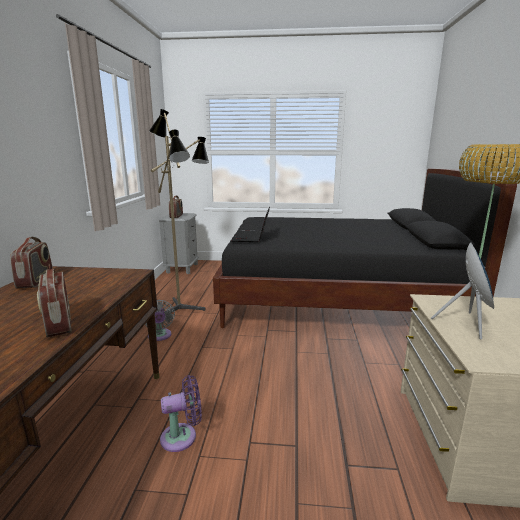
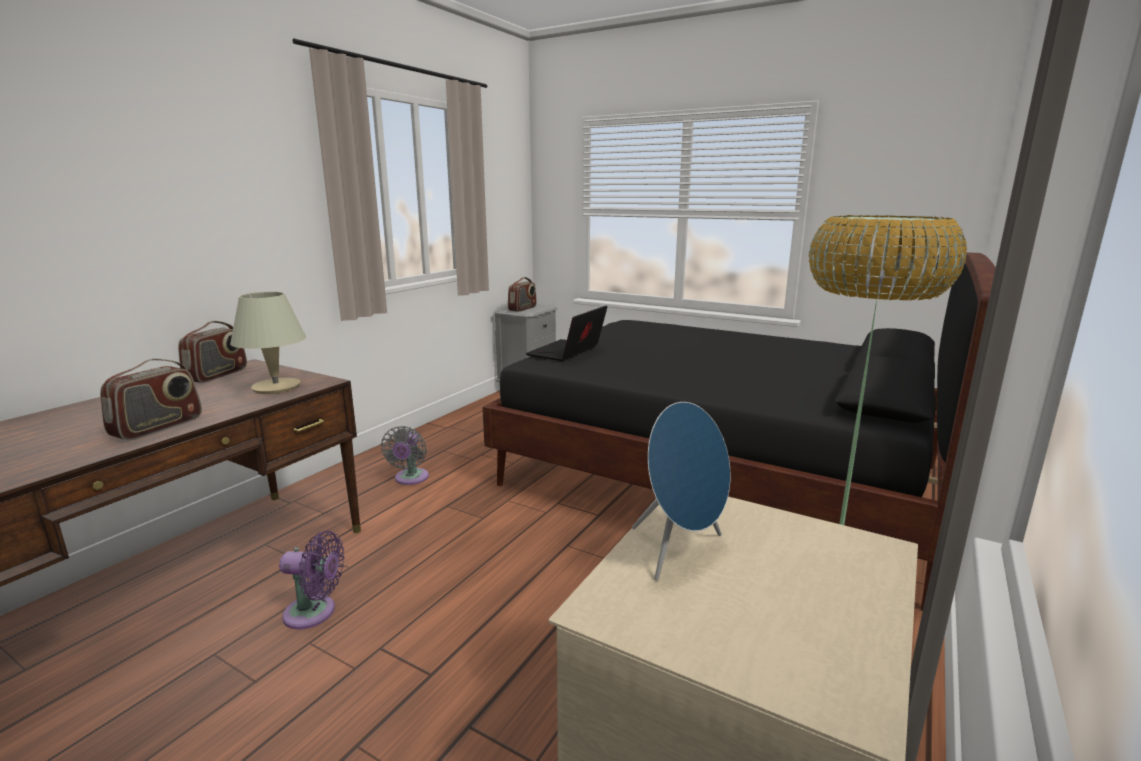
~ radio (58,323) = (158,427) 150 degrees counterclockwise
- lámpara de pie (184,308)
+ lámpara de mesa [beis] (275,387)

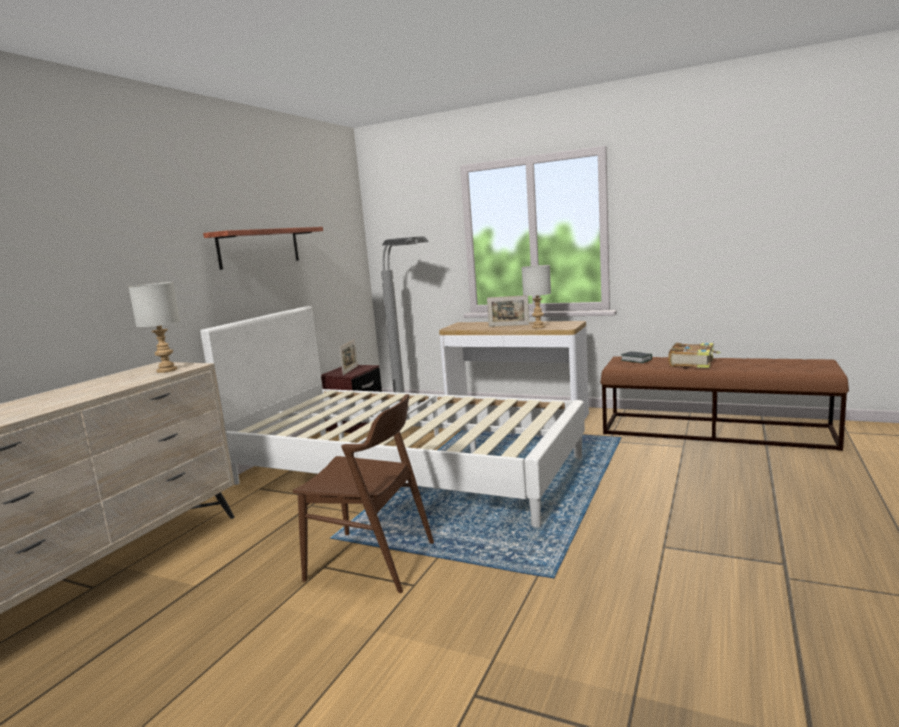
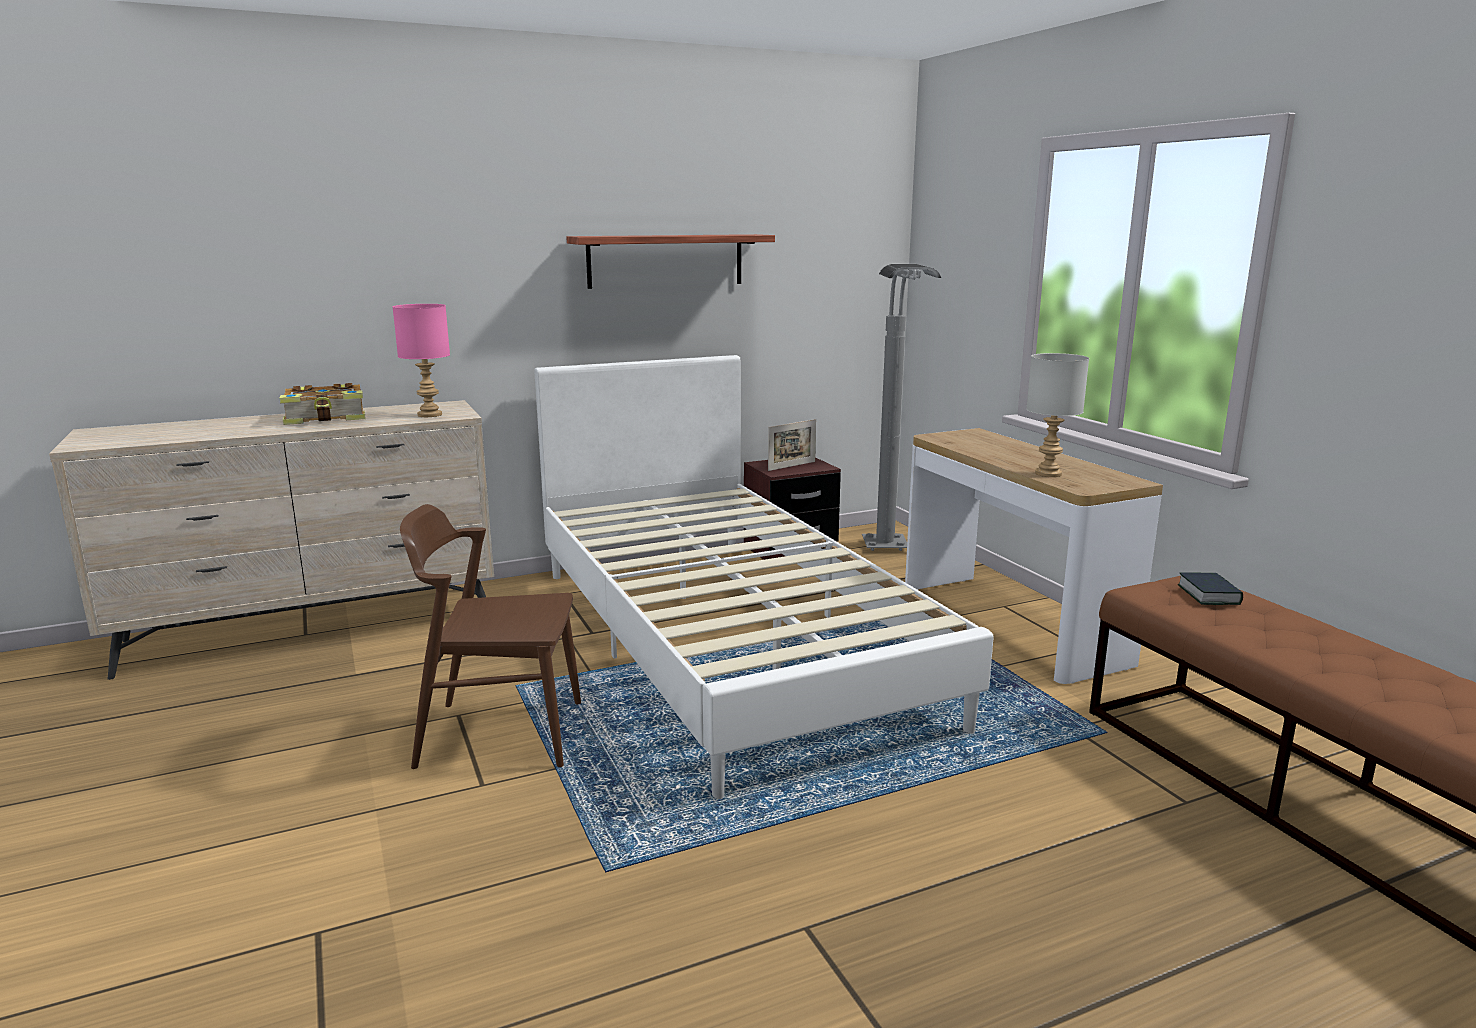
~ lámpara de mesa [gris] (166,370) to lámpara de mesa [rosa] (429,414)
~ silla [marrón] (371,561) = (500,733) 120 degrees clockwise
- portarretratos (508,325)
~ libro (692,363) to (327,417)

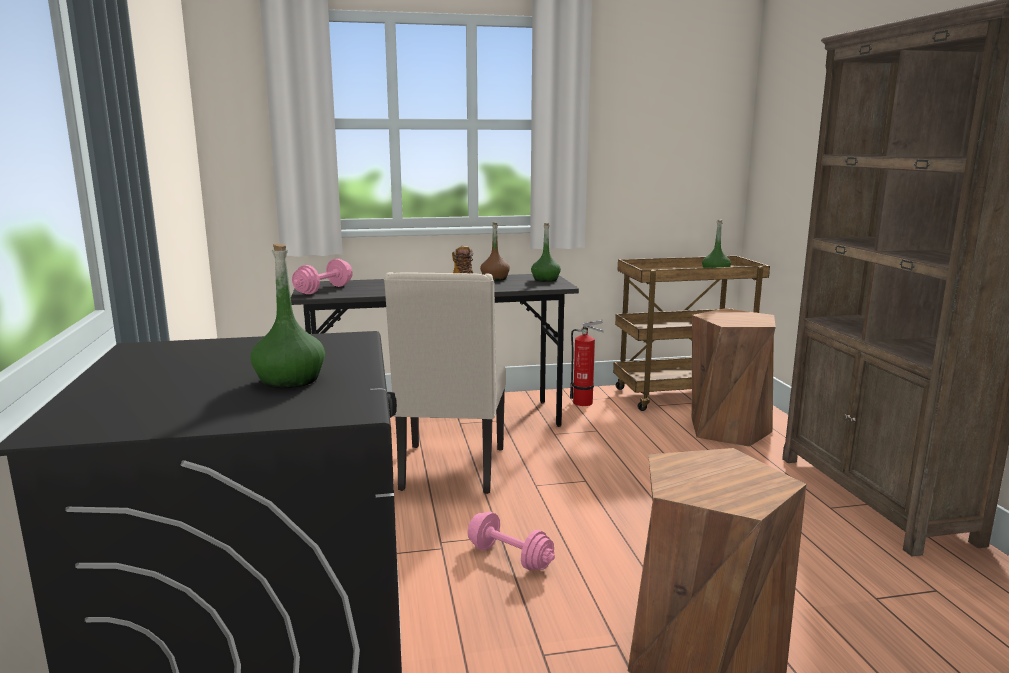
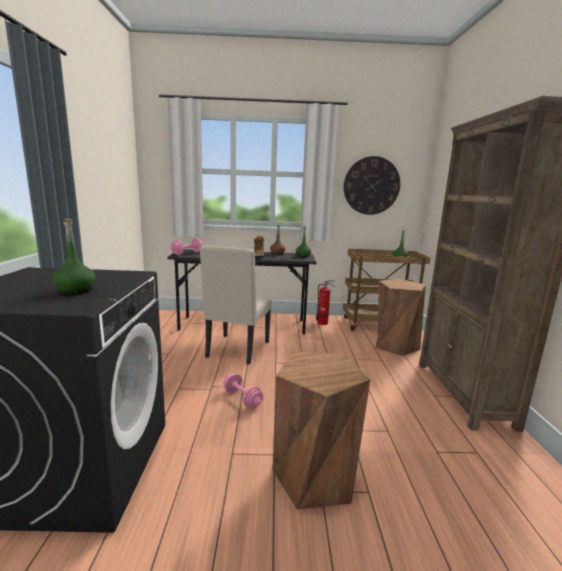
+ reloj de pared (371,186)

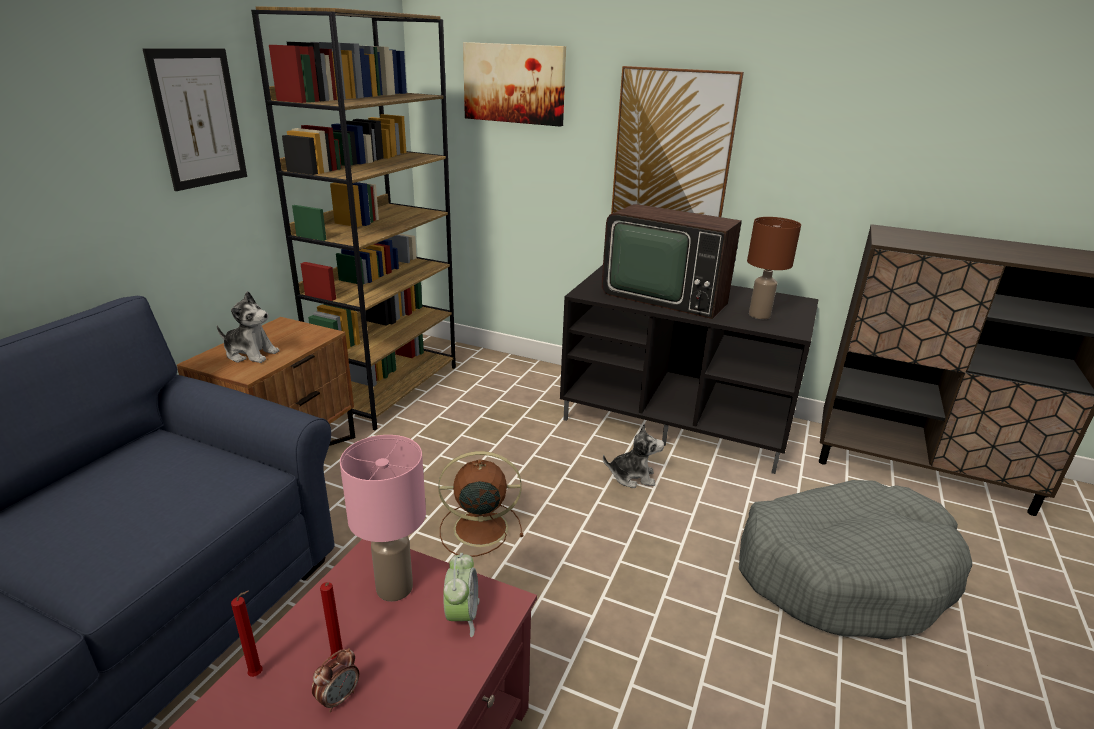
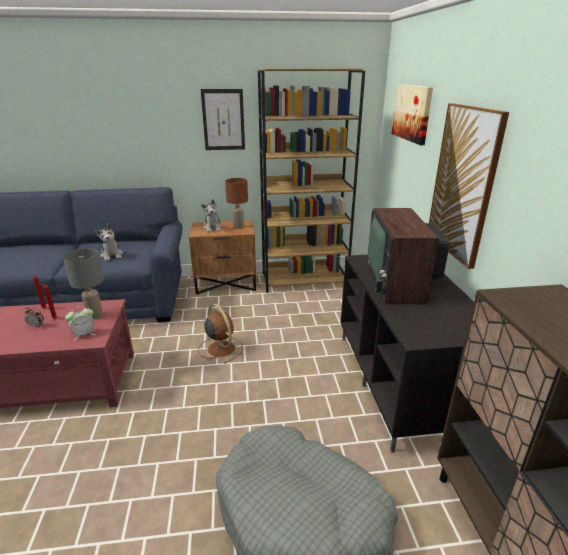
~ lámpara de mesa [rosa] (393,588) to lámpara de mesa [gris] (94,315)
~ peluche (632,476) to (112,255)
~ lámpara de mesa [marrón] (759,315) to (238,227)

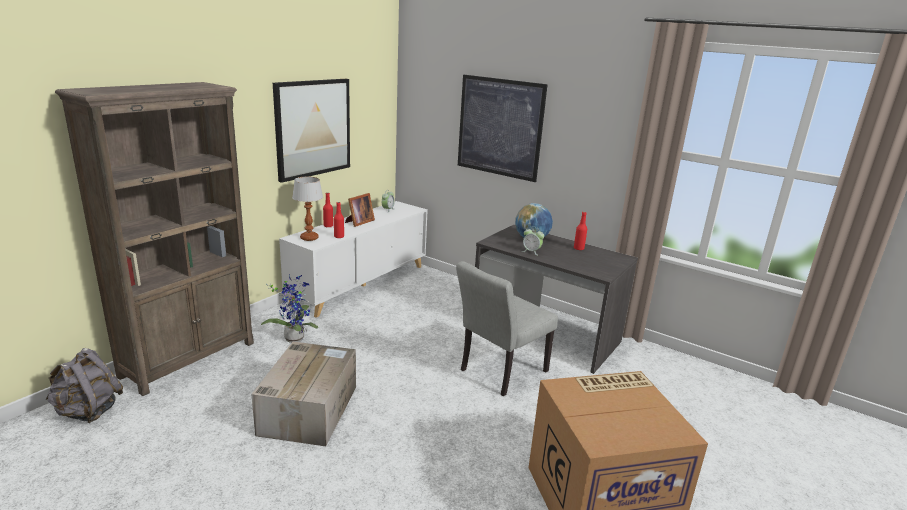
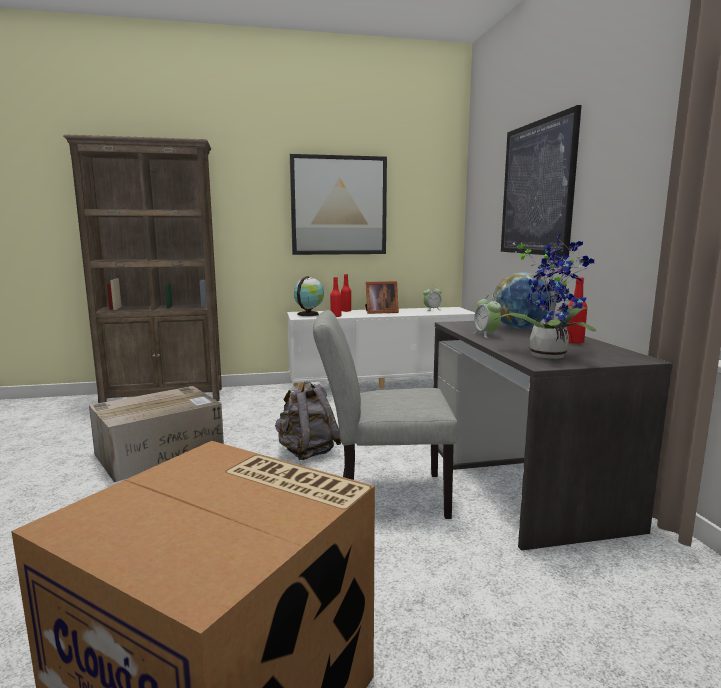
~ mochila [gris] (88,411) to (307,452)
~ planta en maceta (294,337) to (549,354)
~ lámpara de mesa (309,238) to globo terráqueo (309,314)

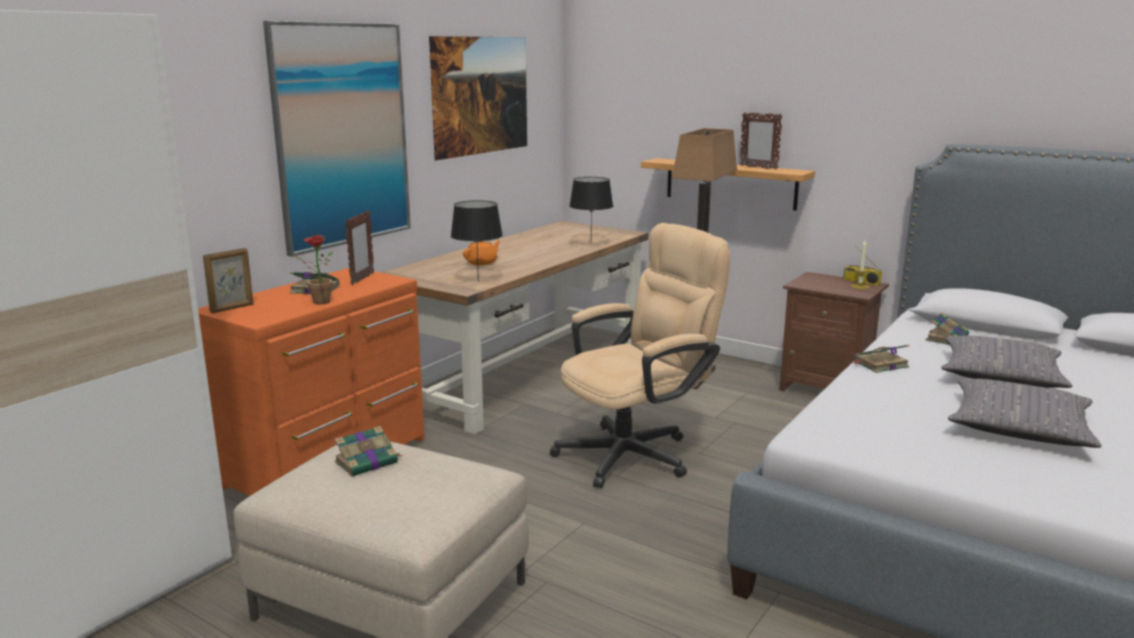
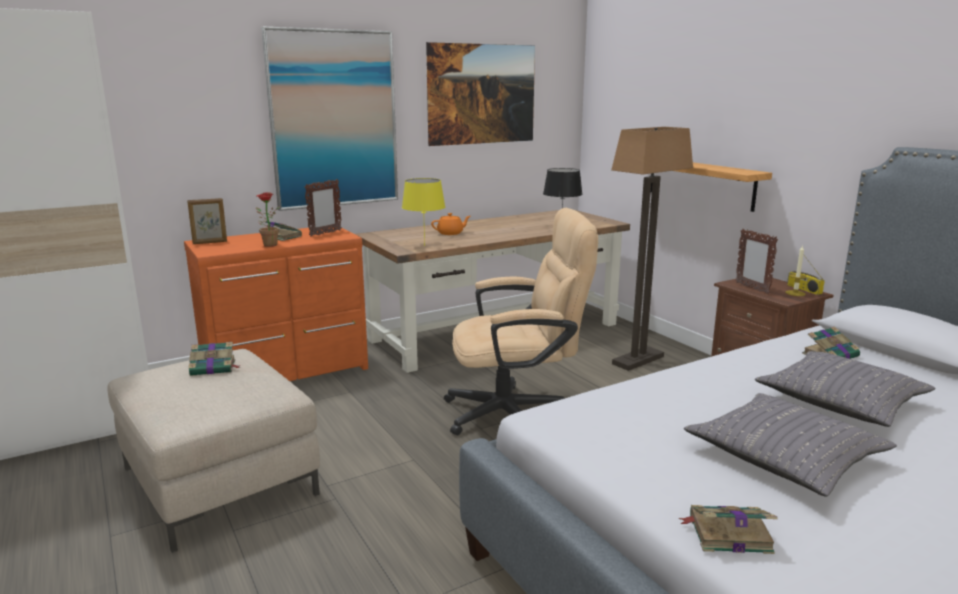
~ lámpara de mesa [negro] (477,281) to lámpara de mesa [amarillo] (424,245)
~ portarretratos (758,167) to (752,288)
~ libro (879,364) to (727,534)

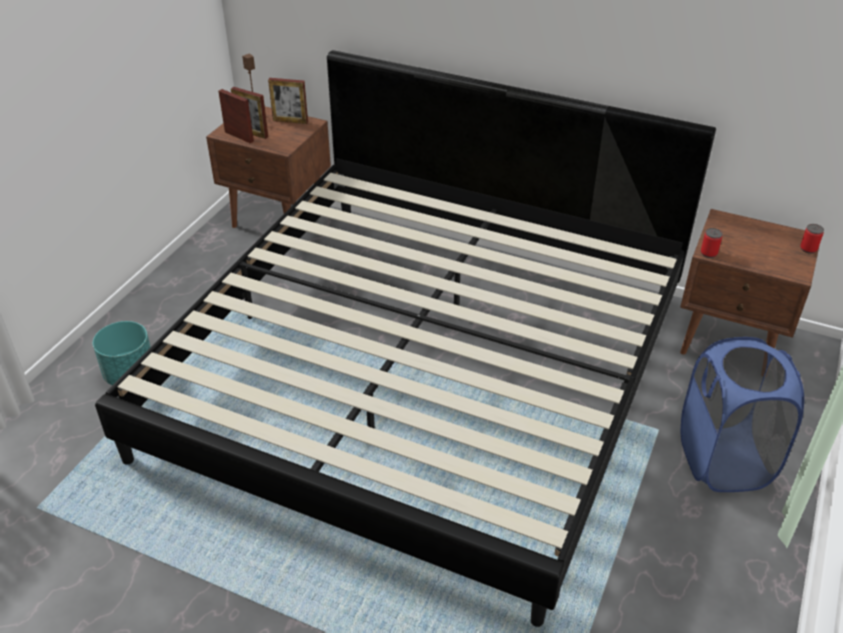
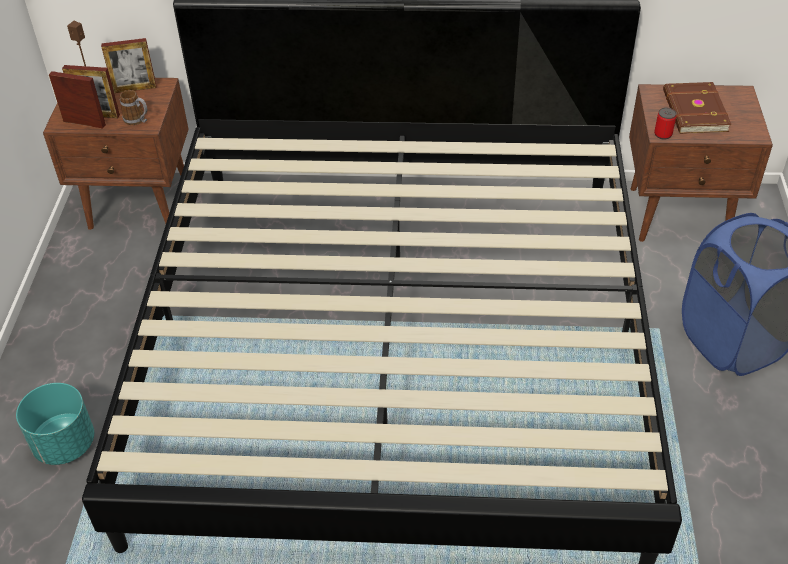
- lata (808,249)
+ taza grande (138,120)
+ libro [marrón] (693,111)

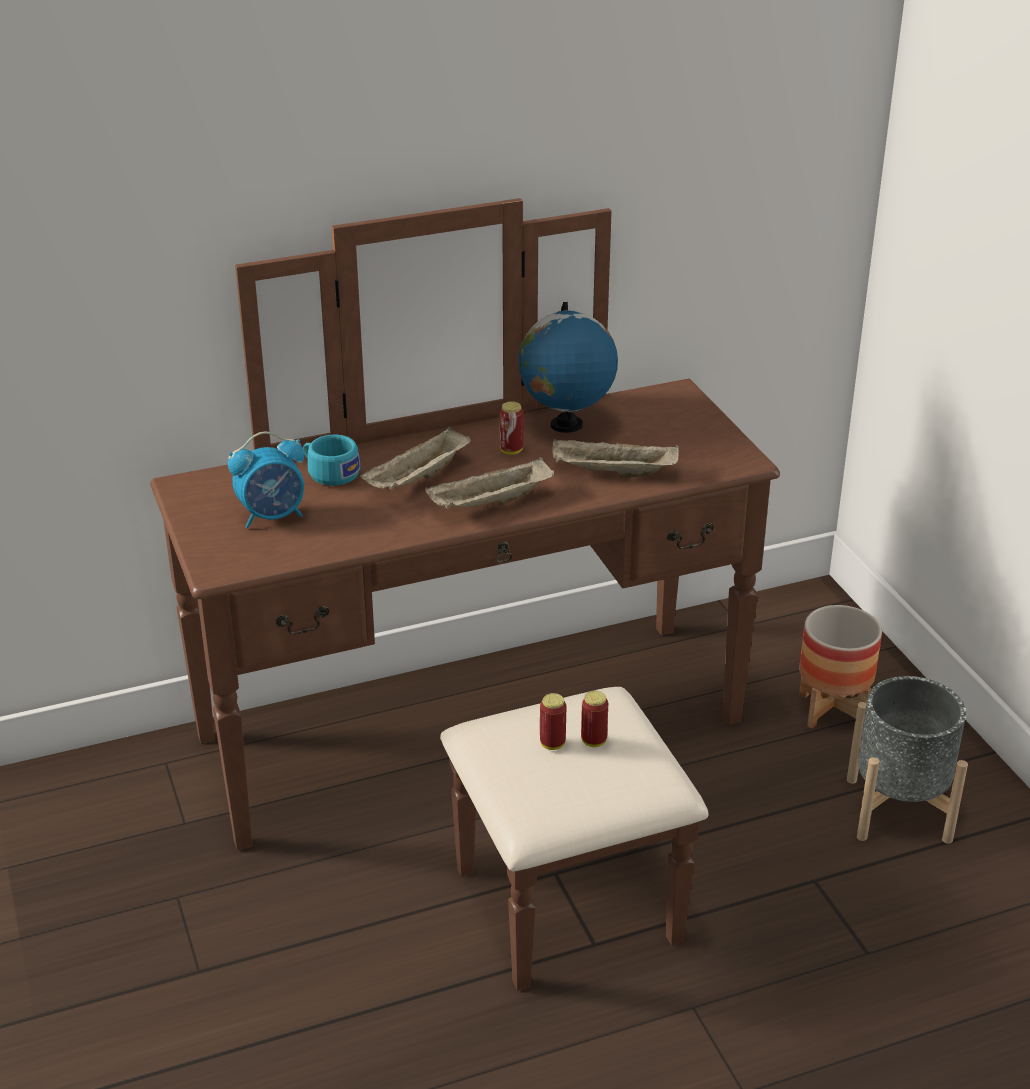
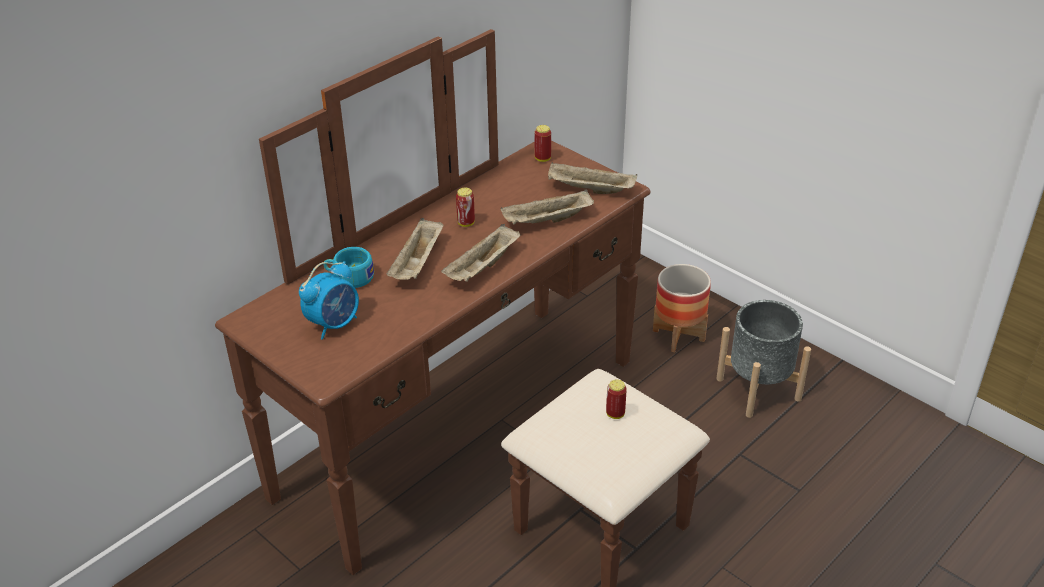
- globo terráqueo (566,425)
~ lata (552,744) to (542,159)
+ bandeja [beis] (589,190)

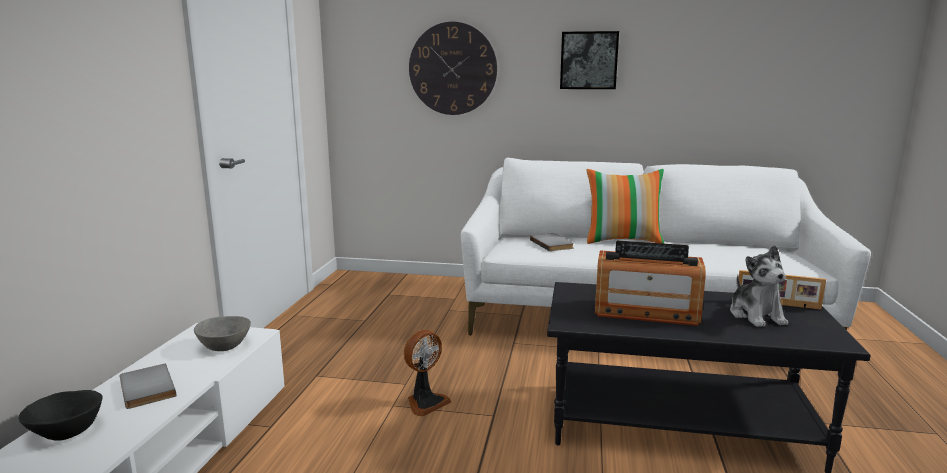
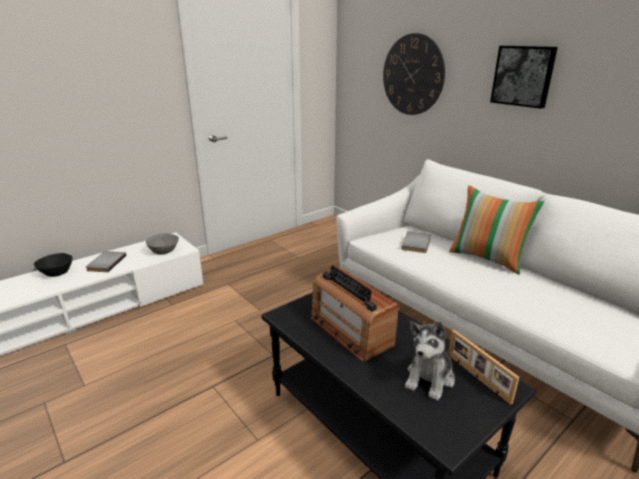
- ventilador (425,402)

